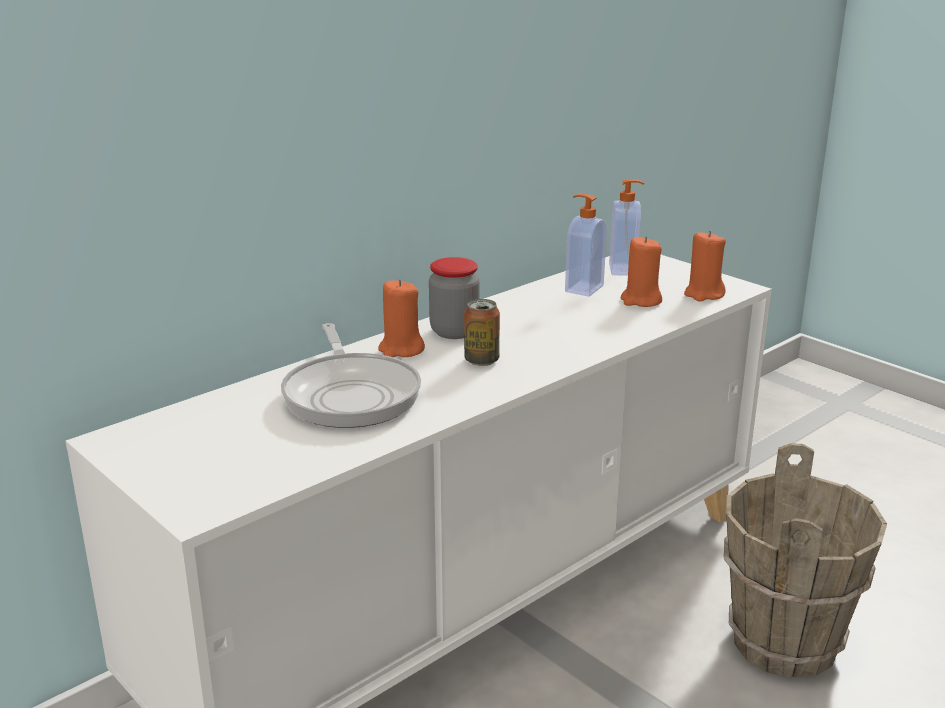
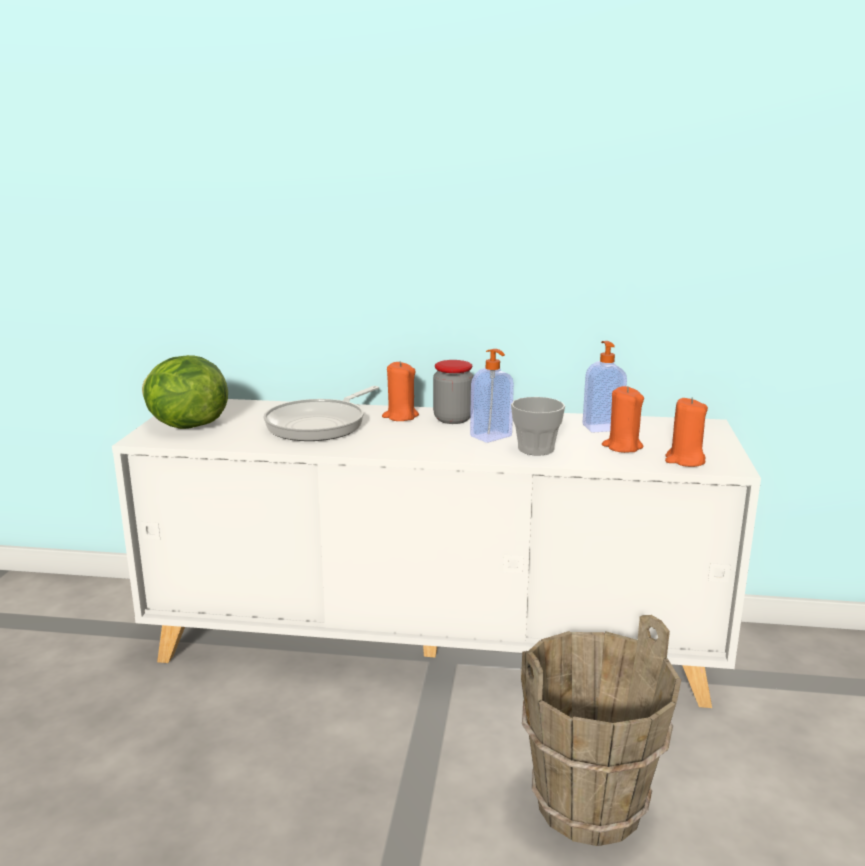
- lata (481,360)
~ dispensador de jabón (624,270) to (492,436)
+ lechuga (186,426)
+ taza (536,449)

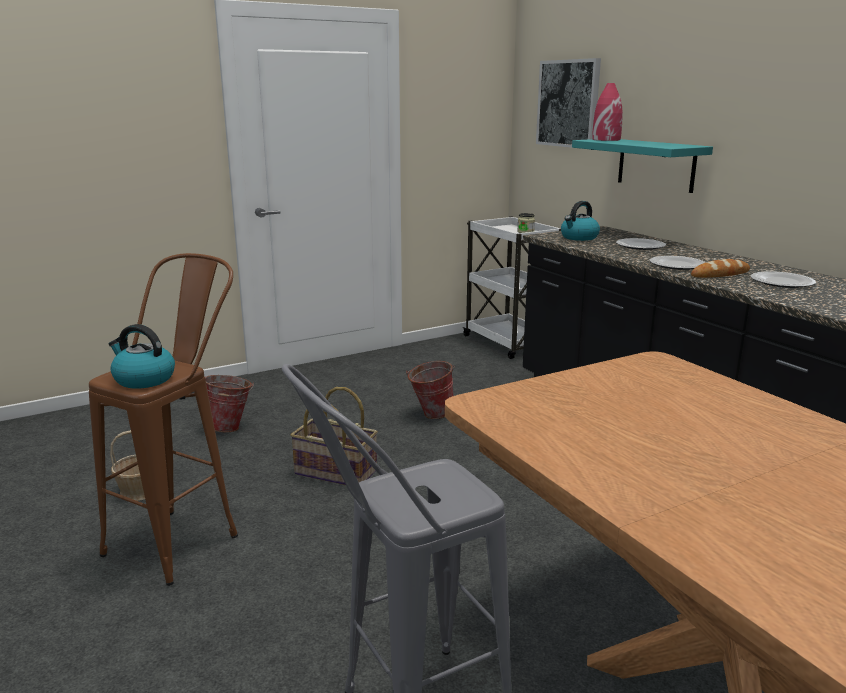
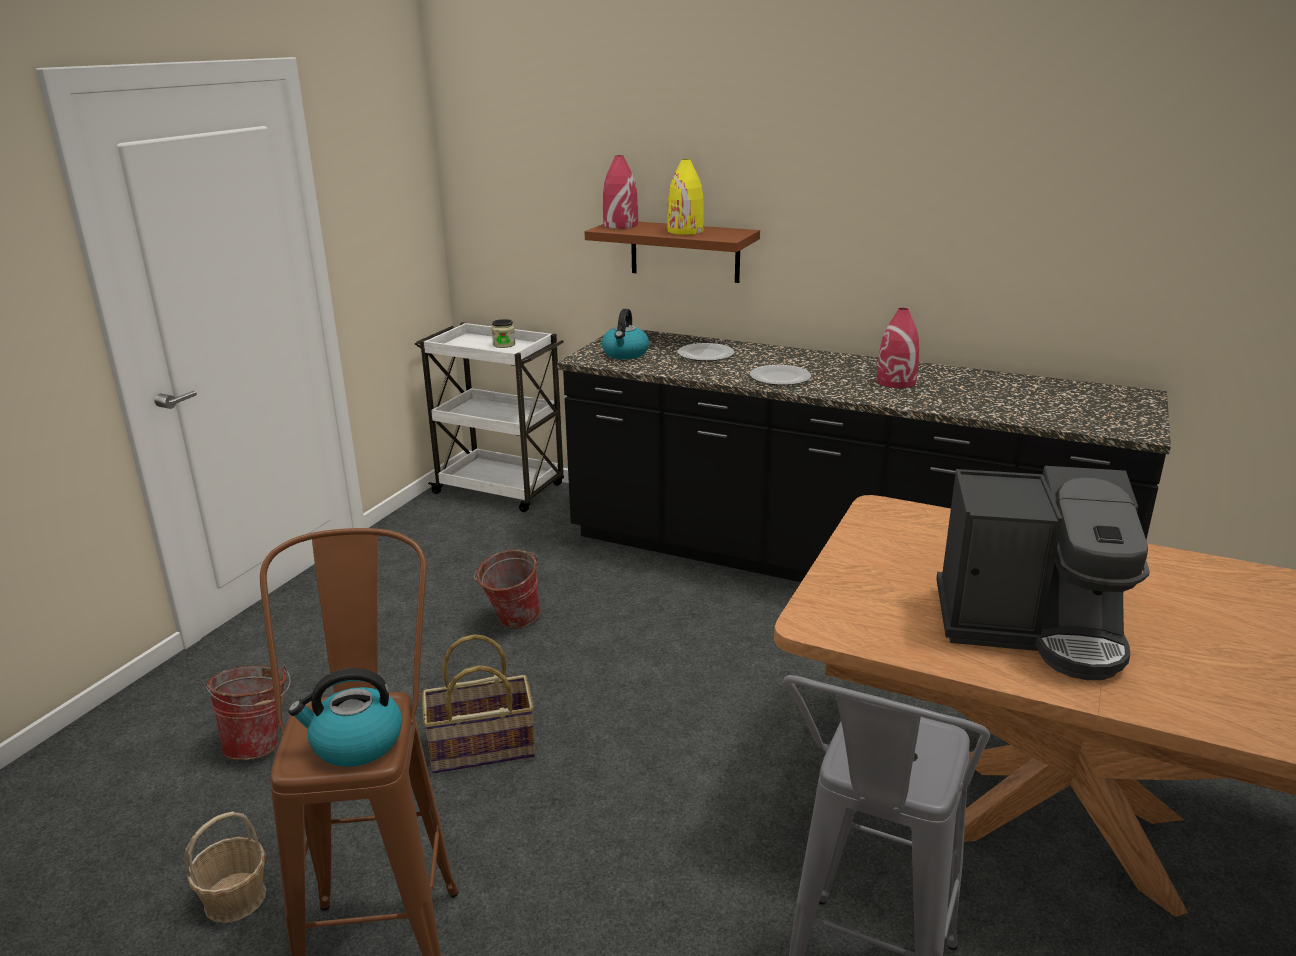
- cuadro (568,103)
~ estante [turquesa] (656,164) to estante [marrón] (684,251)
- pan (720,274)
~ plato (782,282) to florero [rojo] (896,382)
+ florero [amarillo] (685,231)
+ cafetera (1031,628)

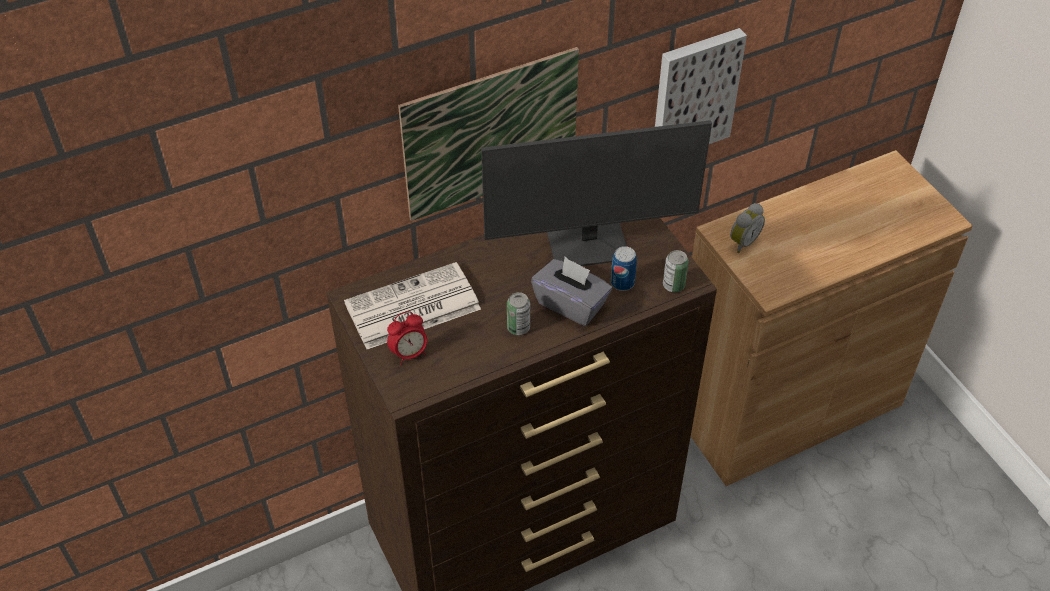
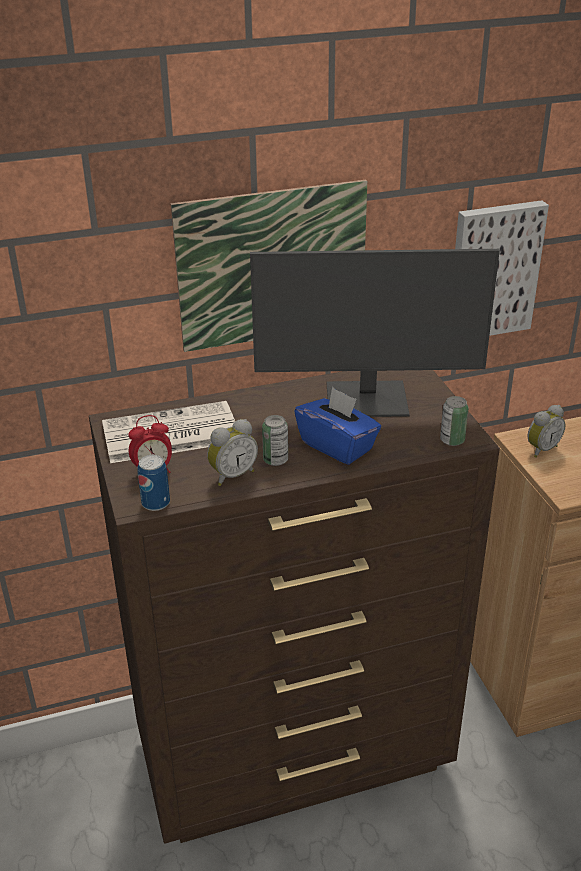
~ caja de pañuelos [gris] (571,304) to caja de pañuelos [azul] (337,446)
~ lata (622,283) to (156,503)
+ despertador (232,475)

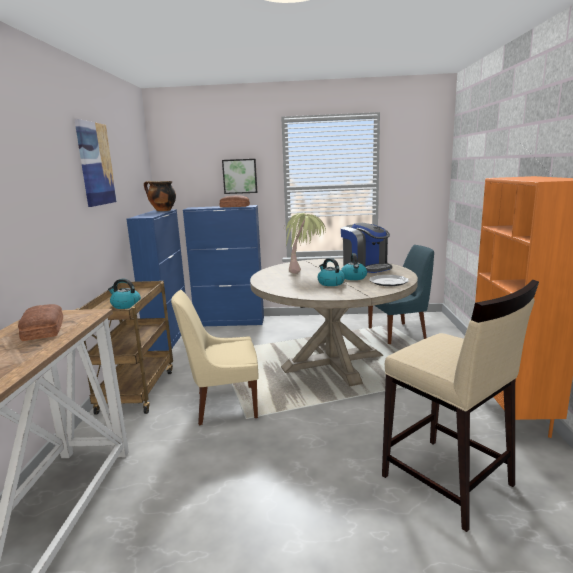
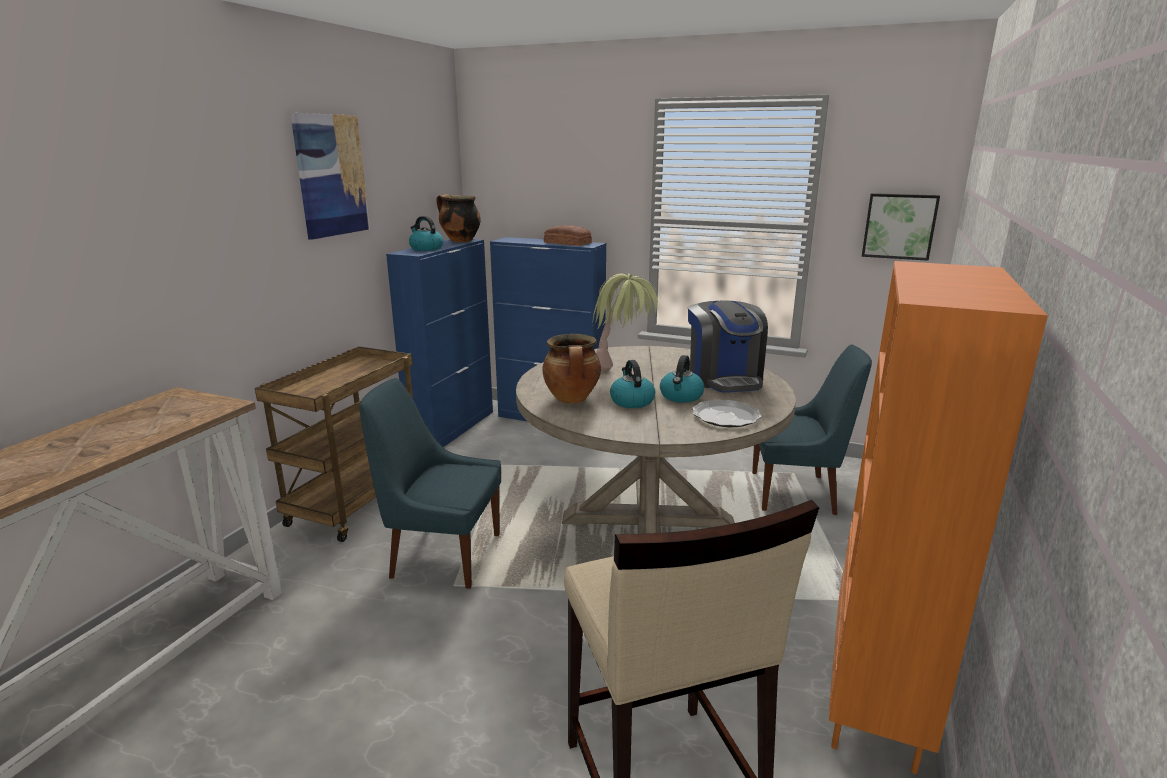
- pan (42,330)
~ hervidor (125,305) to (426,248)
~ silla [beis] (223,405) to silla [azul] (442,555)
~ cuadro (240,176) to (899,226)
+ olla (572,399)

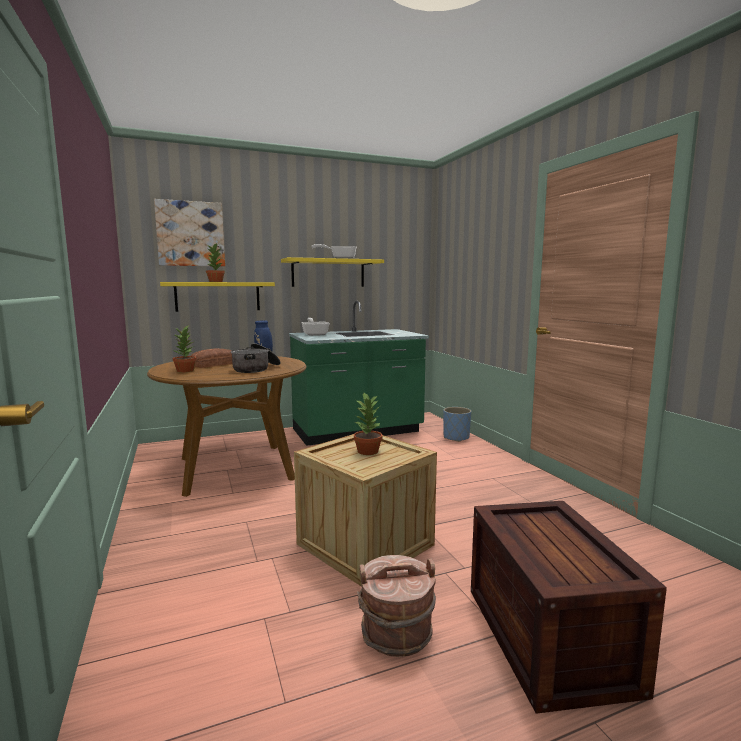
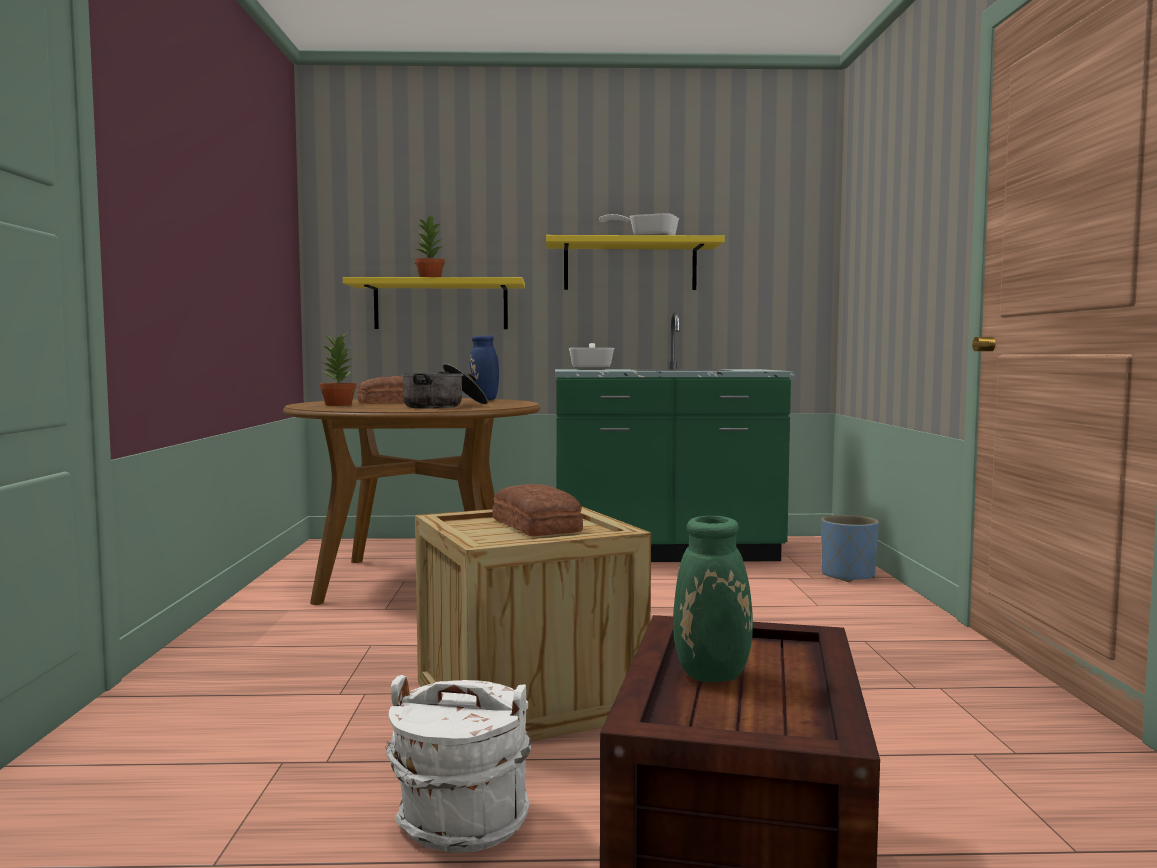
- cuadro (190,234)
~ planta en maceta (368,451) to pan (537,525)
~ cubo [marrón] (396,635) to cubo [blanco] (461,822)
+ florero [verde] (716,675)

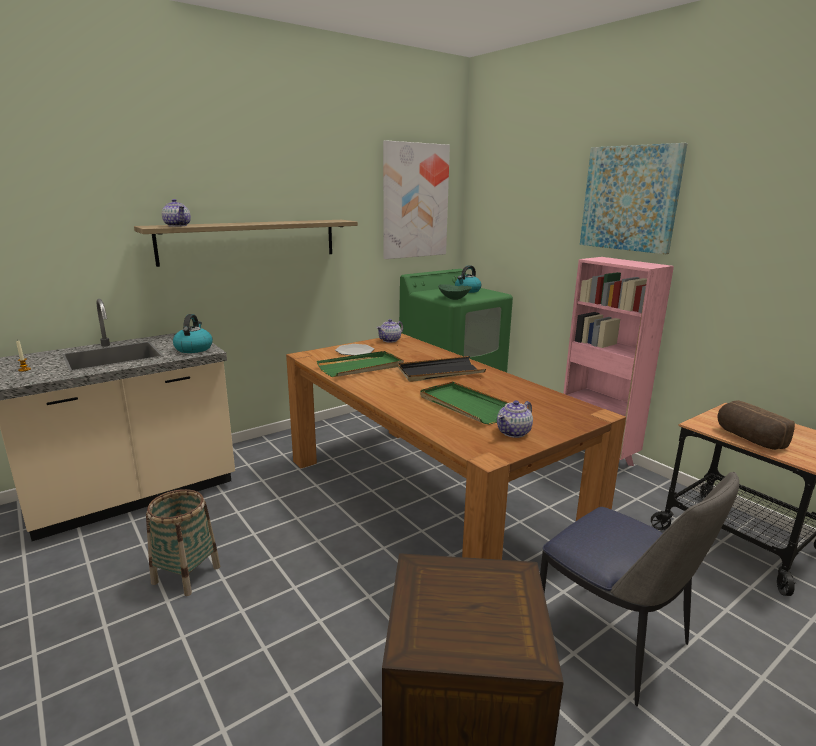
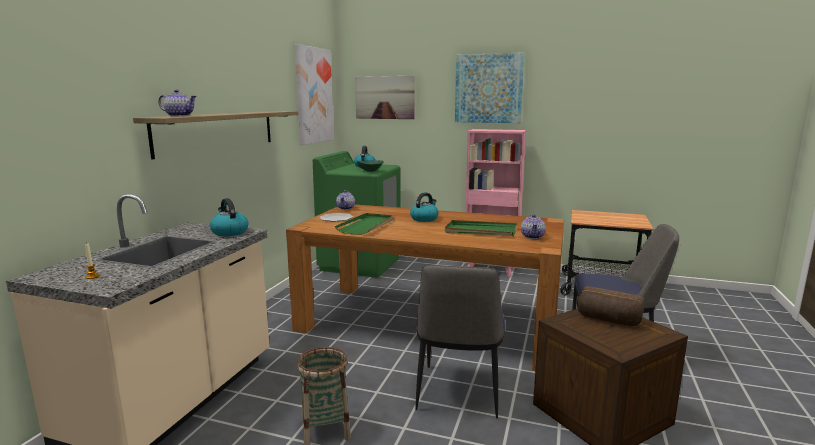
~ bandeja [negro] (440,372) to hervidor (424,219)
~ pan (748,438) to (608,320)
+ cuadro (385,97)
+ silla (458,392)

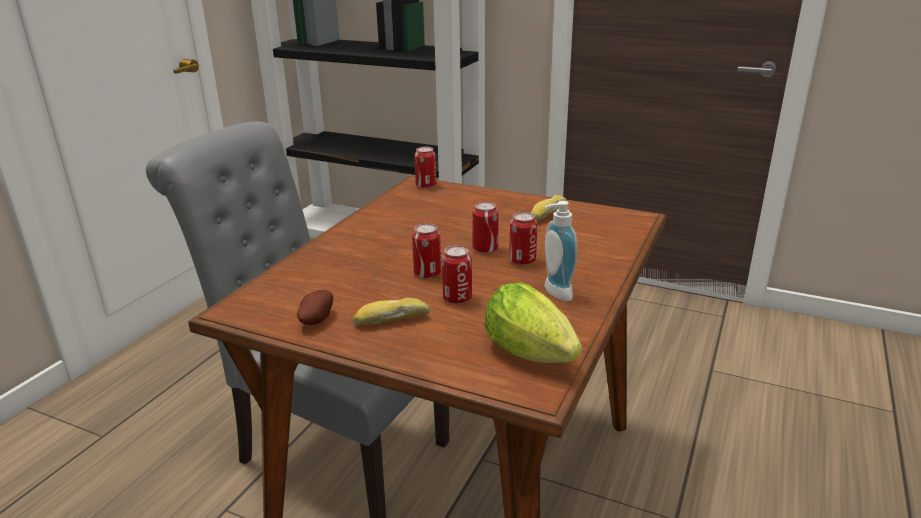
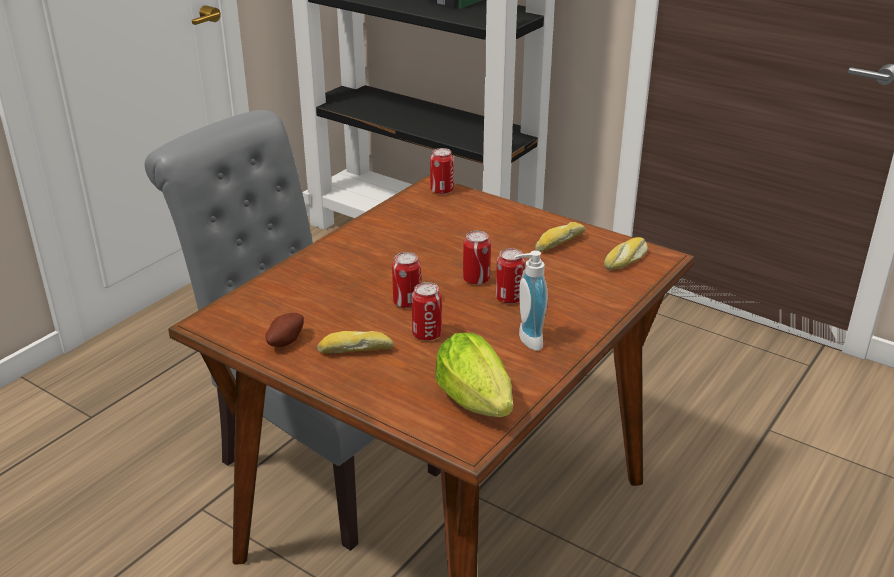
+ pan (627,260)

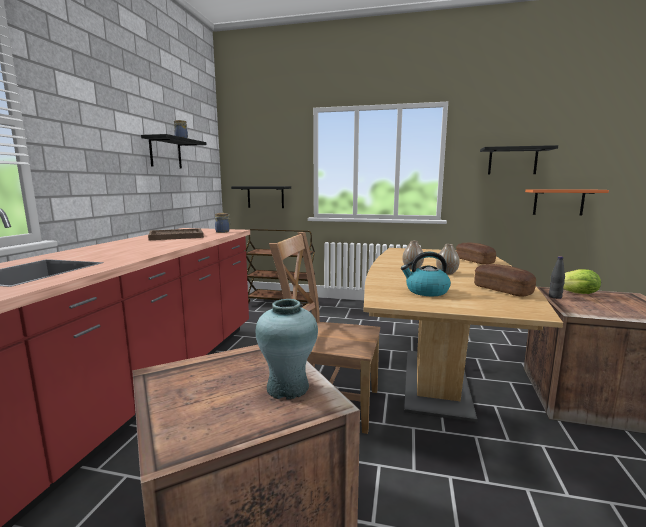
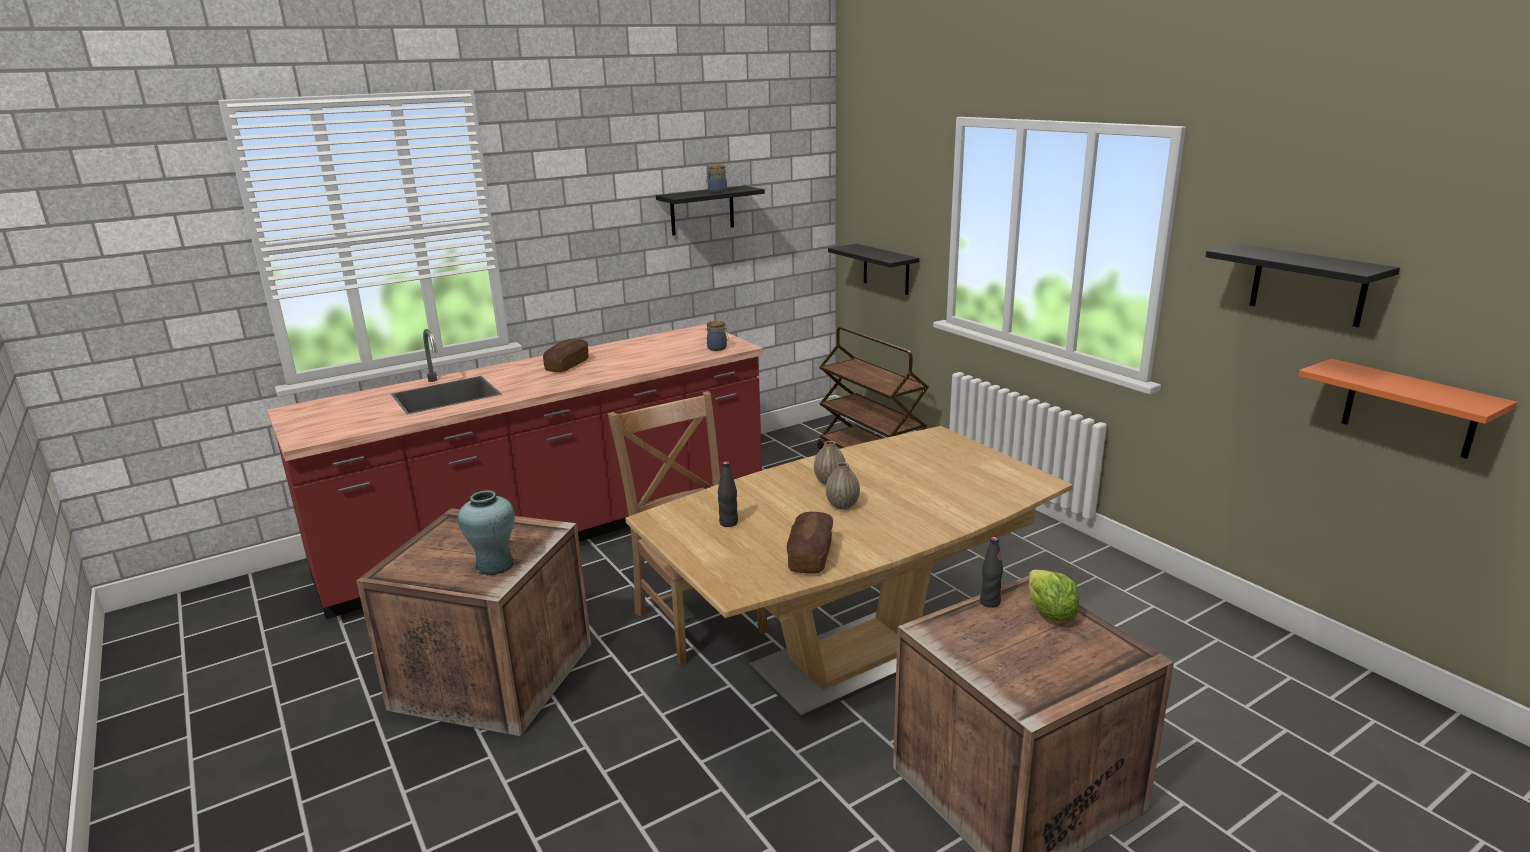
- bandeja [marrón] (176,236)
~ hervidor (426,291) to botella [negro] (728,523)
~ pan (474,261) to (567,365)

